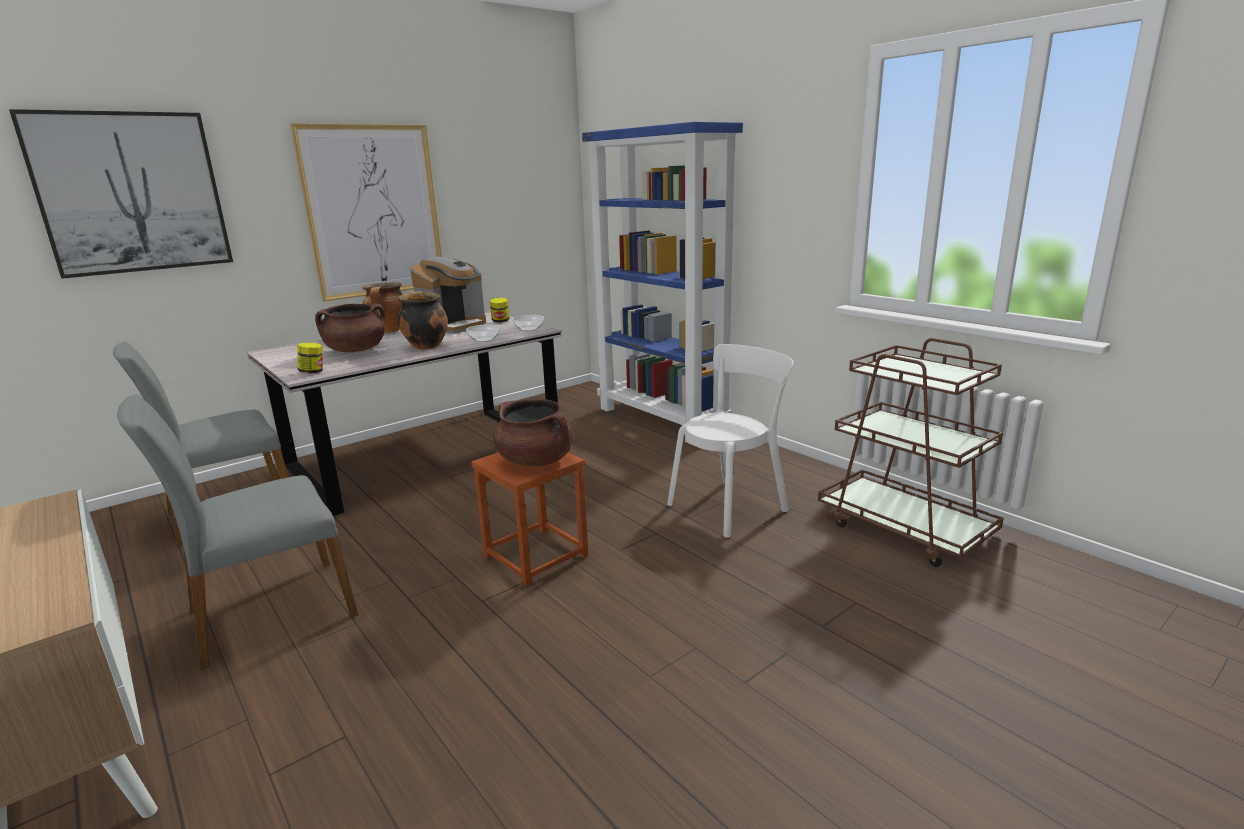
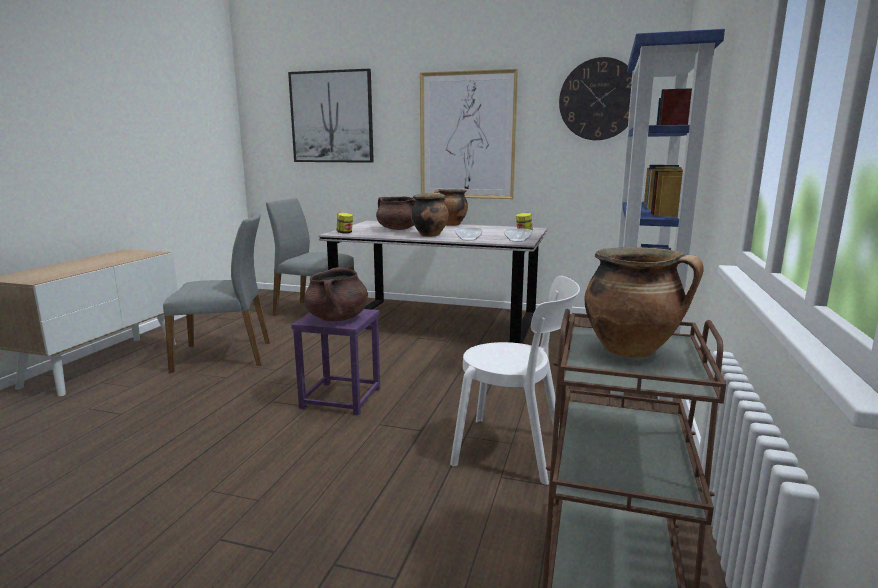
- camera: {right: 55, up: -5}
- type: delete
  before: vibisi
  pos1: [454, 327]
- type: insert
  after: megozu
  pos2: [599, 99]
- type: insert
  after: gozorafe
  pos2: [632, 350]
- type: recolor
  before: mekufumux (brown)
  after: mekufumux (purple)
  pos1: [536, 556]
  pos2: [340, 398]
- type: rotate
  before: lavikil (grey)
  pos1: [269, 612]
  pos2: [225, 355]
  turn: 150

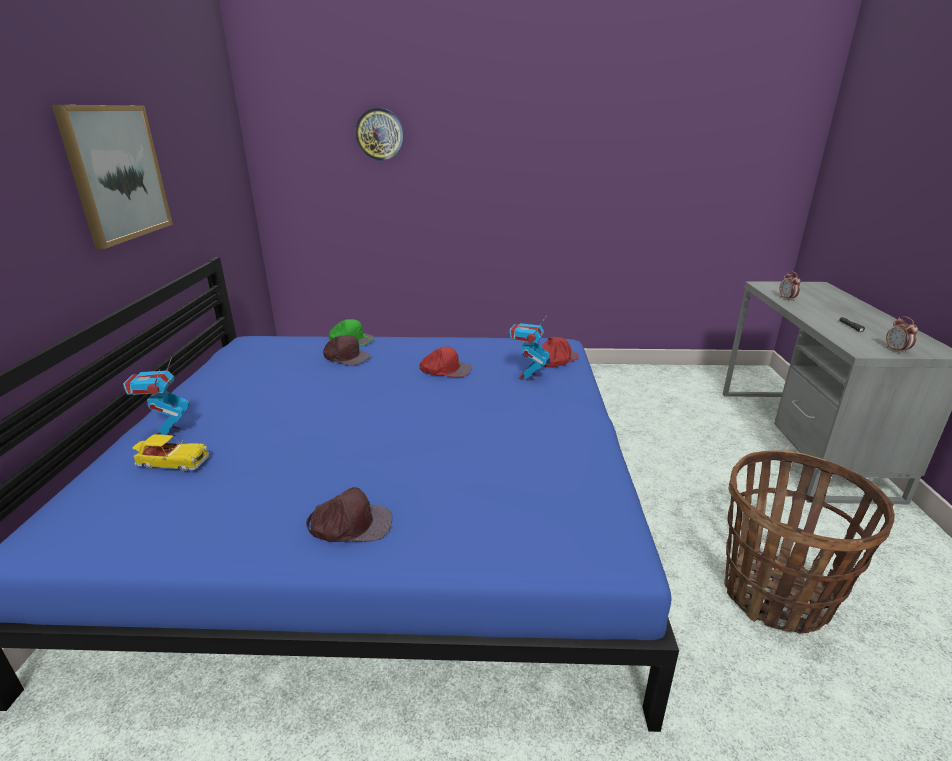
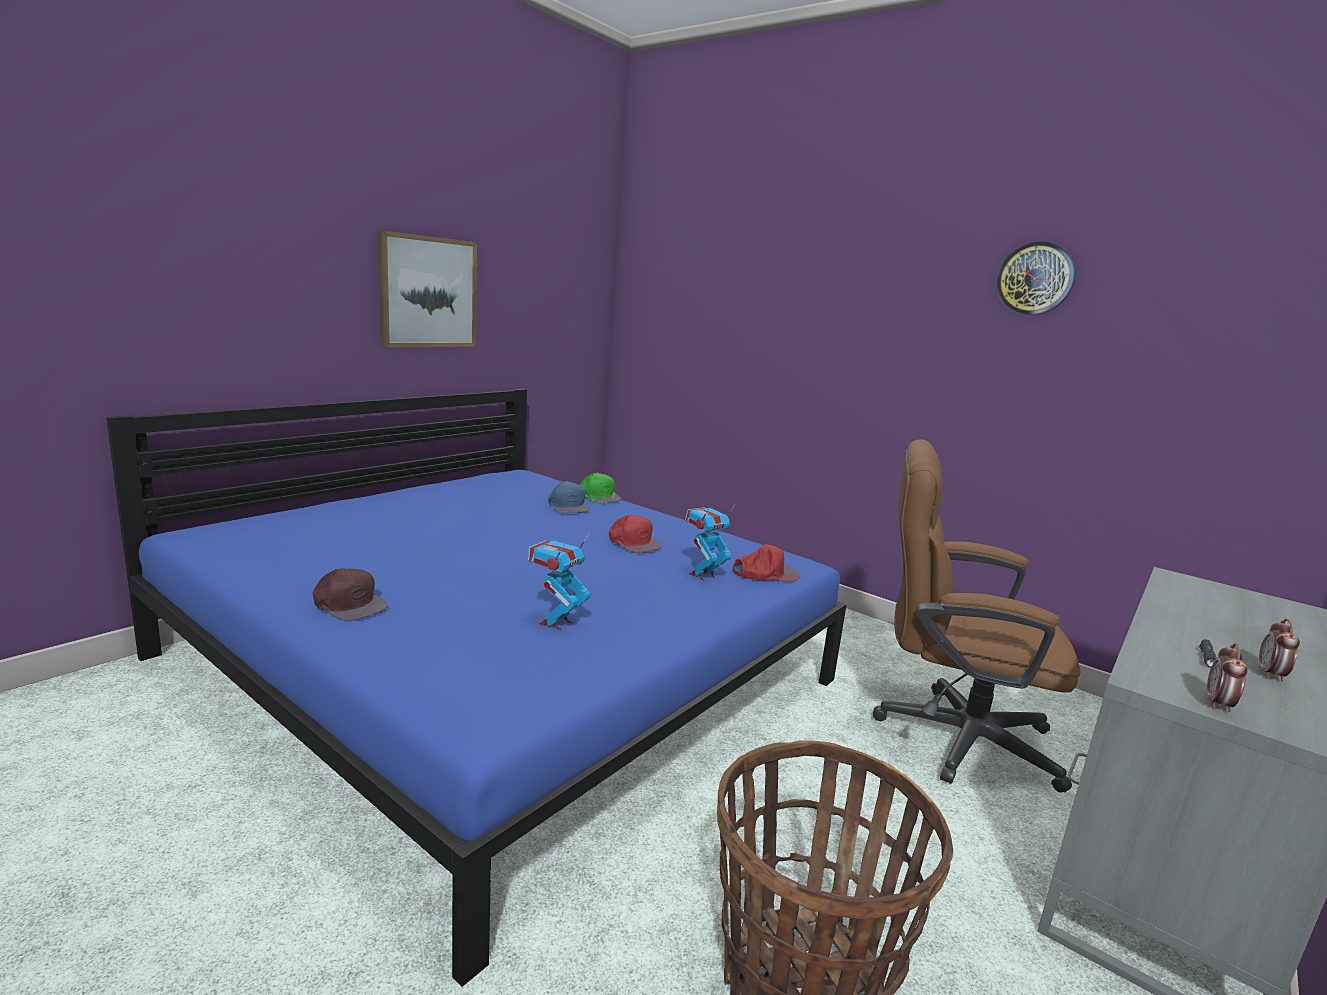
- camera: {right: 35, up: -10}
- type: delete
  before: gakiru
  pos1: [172, 462]
- type: insert
  after: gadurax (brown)
  pos2: [948, 734]
- type: move
  before: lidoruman
  pos1: [167, 432]
  pos2: [556, 623]
- type: move
  before: megozu
  pos1: [379, 134]
  pos2: [1035, 278]
- type: move
  before: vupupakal
  pos1: [787, 299]
  pos2: [1270, 675]
- type: recolor
  before: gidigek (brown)
  after: gidigek (blue)
  pos1: [346, 357]
  pos2: [568, 506]

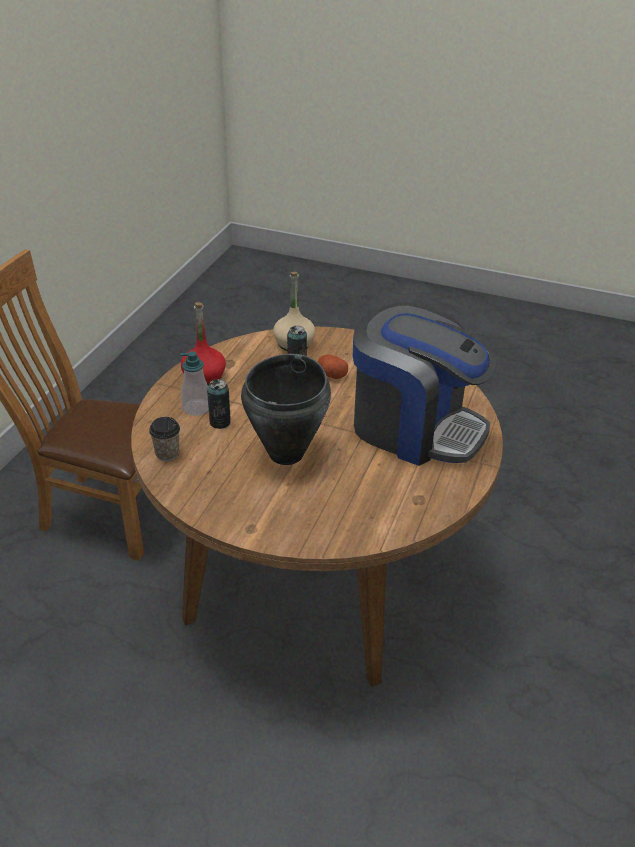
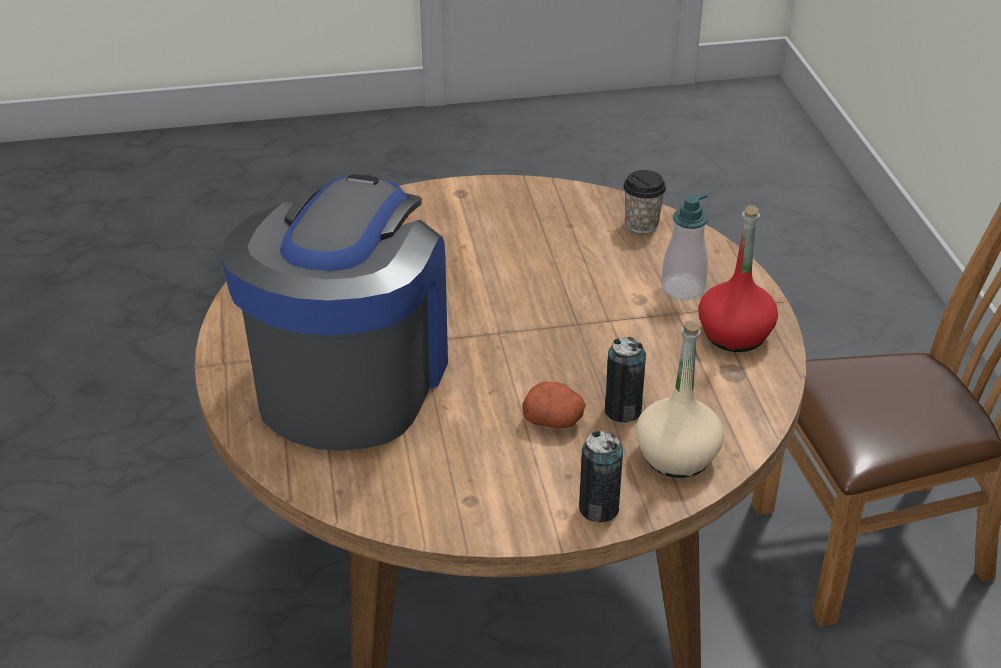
- camera: {right: 150, up: 0}
- type: delete
  before: gozorafe (black)
  pos1: [287, 453]
- type: move
  before: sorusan
  pos1: [220, 422]
  pos2: [598, 509]
- type: rotate
  before: vibisi
  pos1: [414, 428]
  pos2: [351, 378]
  turn: 105

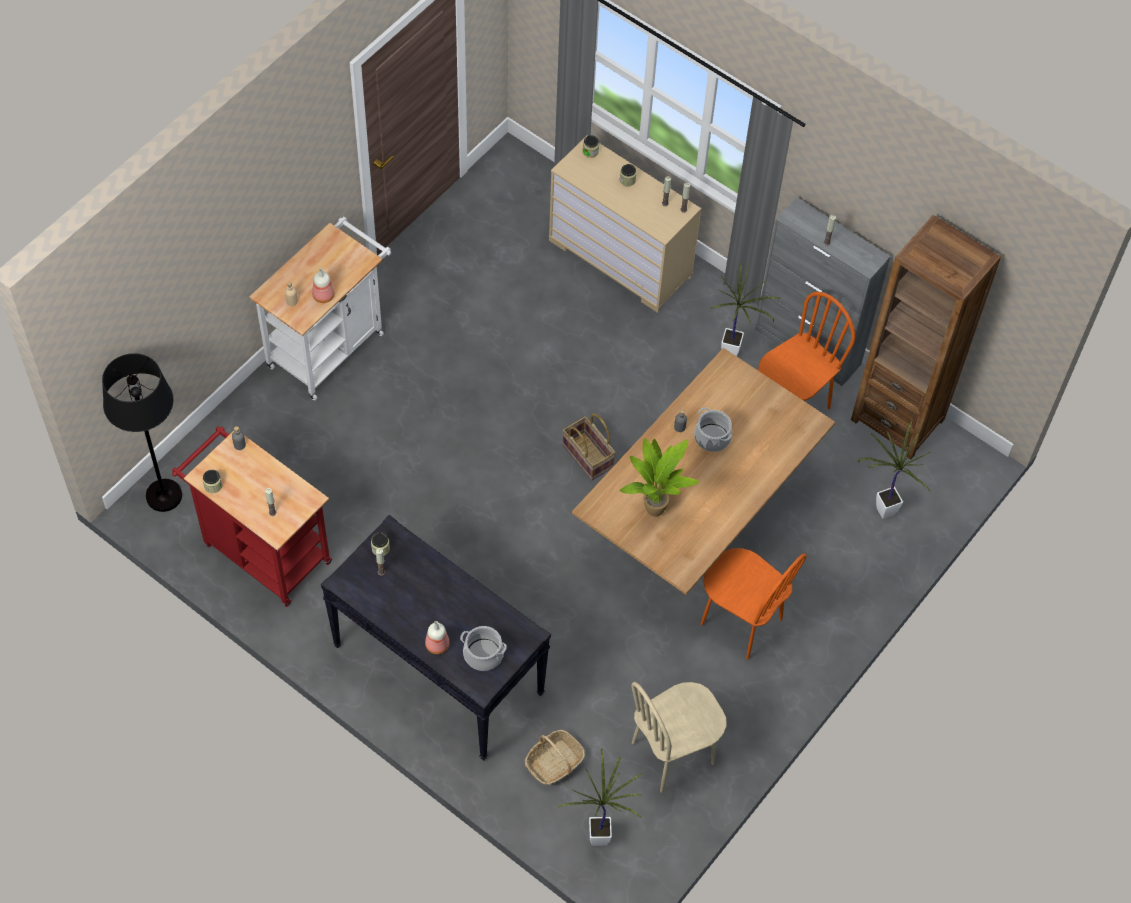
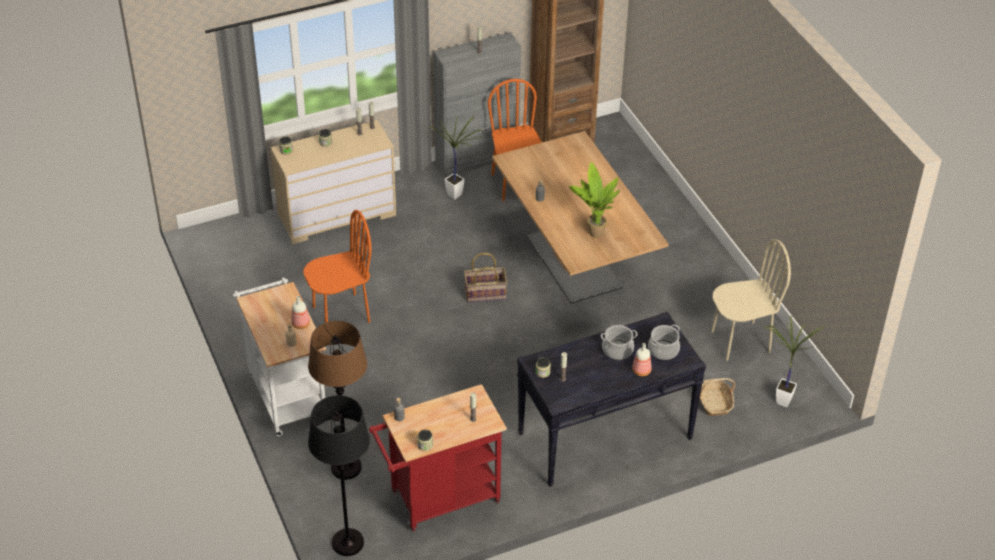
- camera: {right: -60, up: -15}
- type: delete
  before: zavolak
  pos1: [881, 510]
- type: insert
  after: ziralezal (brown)
  pos2: [346, 467]
- type: move
  before: gozorafe
  pos1: [712, 437]
  pos2: [617, 350]
- type: move
  before: lavikil (orange)
  pos1: [741, 622]
  pos2: [341, 314]
- type: rotate
  before: lavikil (beige)
  pos1: [673, 753]
  pos2: [740, 341]
  turn: -105

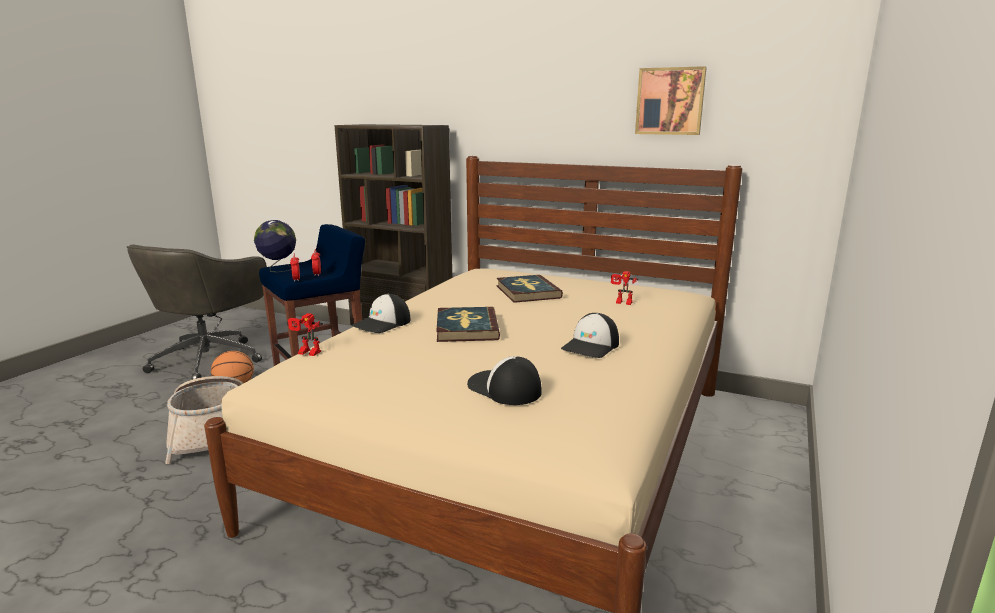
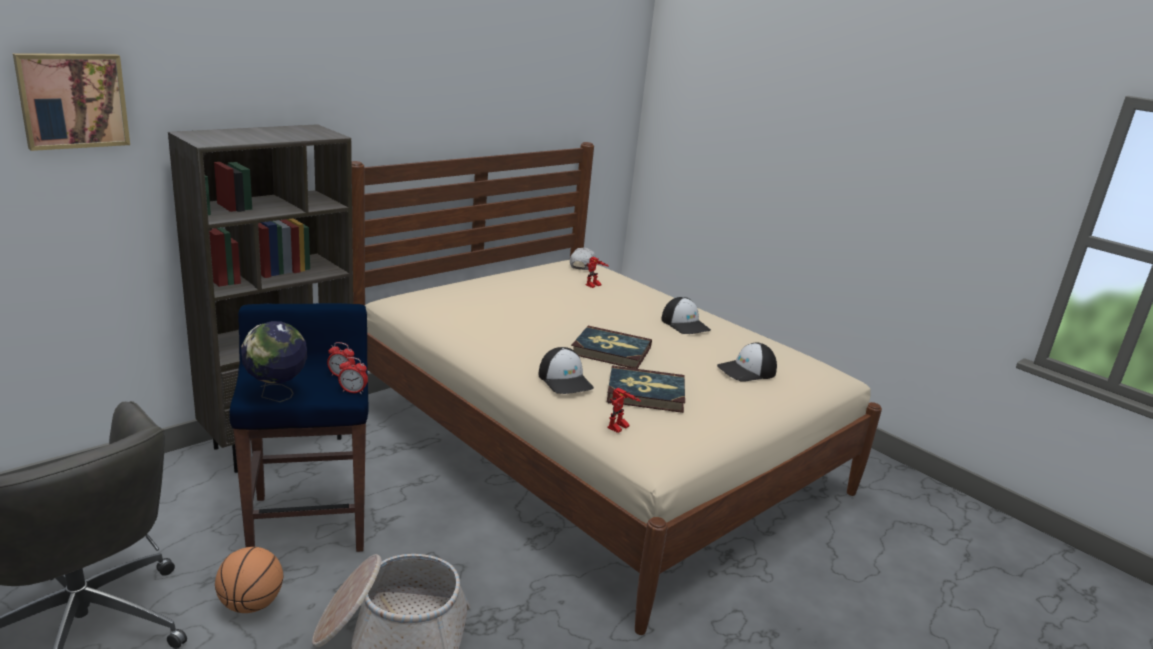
- camera: {right: -70, up: 5}
- type: insert
  after: gidigek (white)
  pos2: [583, 265]
- type: move
  before: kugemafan
  pos1: [527, 292]
  pos2: [645, 393]
- type: move
  before: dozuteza
  pos1: [670, 101]
  pos2: [72, 100]

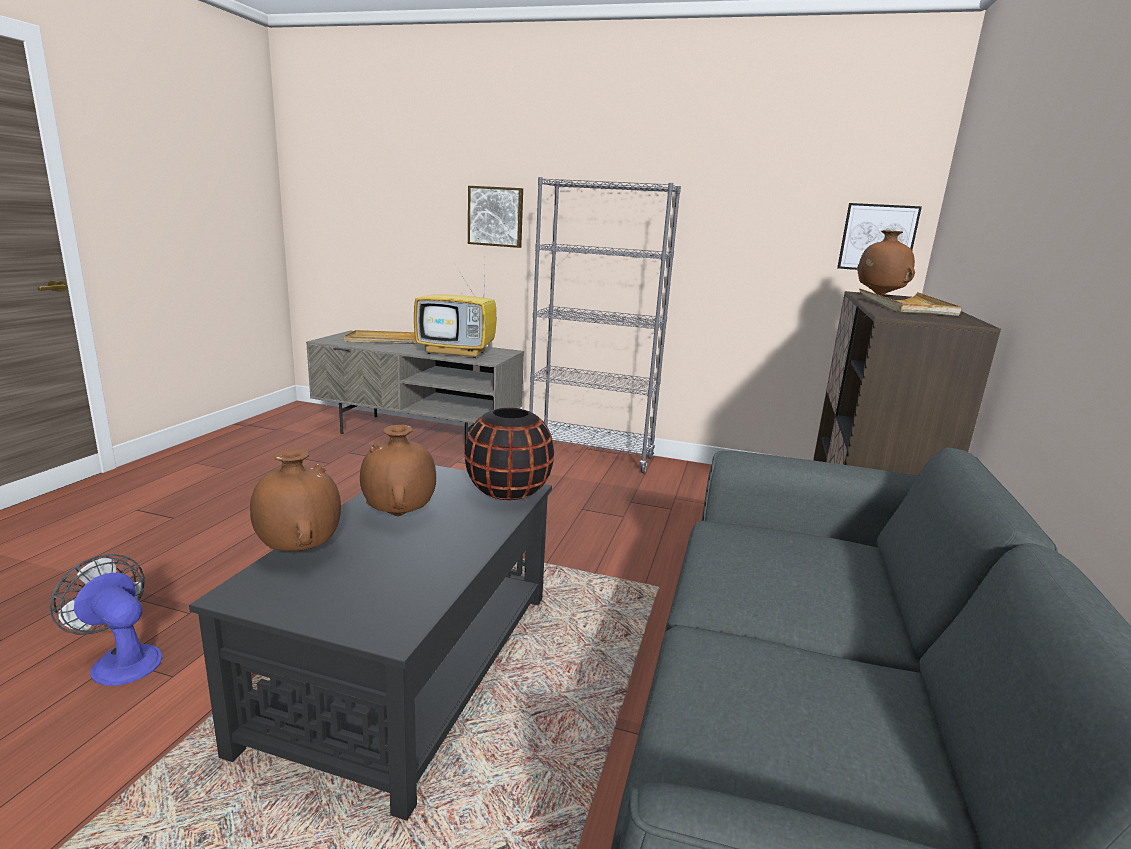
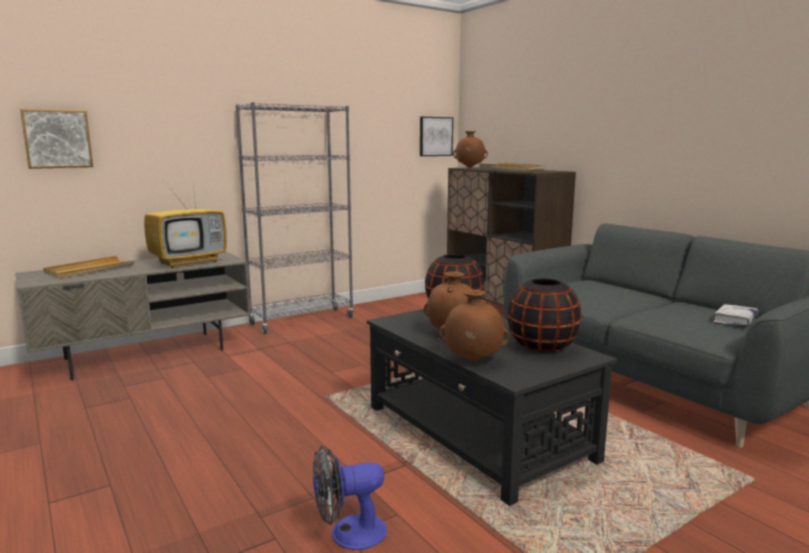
- camera: {right: -50, up: -5}
- type: insert
  after: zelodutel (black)
  pos2: [542, 347]
- type: insert
  after: kugemafan (white)
  pos2: [735, 320]
- type: move
  before: dozuteza
  pos1: [496, 216]
  pos2: [57, 139]

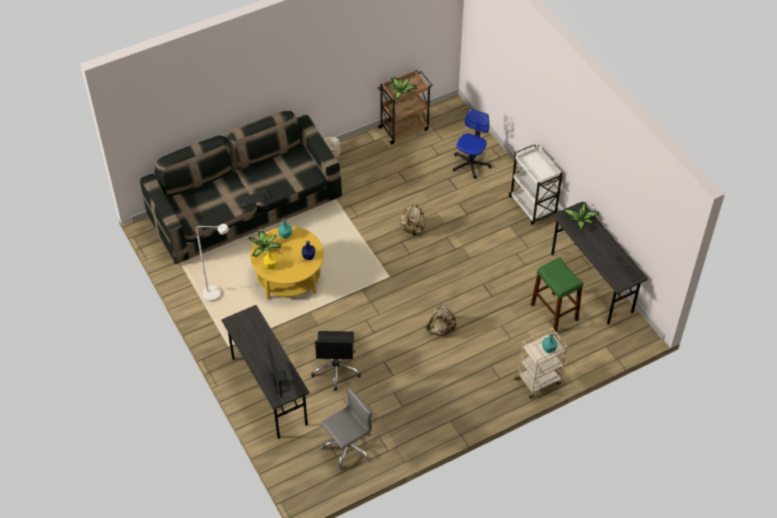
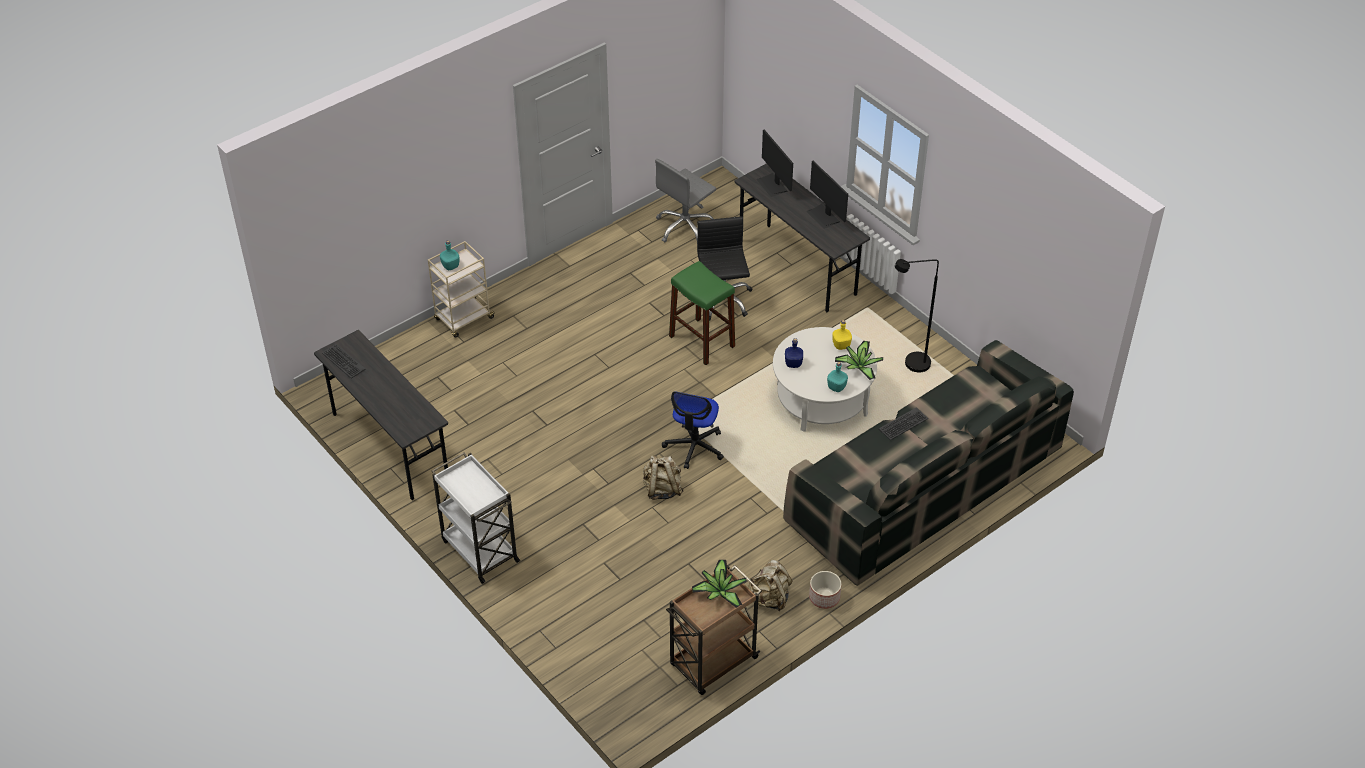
- camera: {right: 170, up: -5}
- type: delete
  before: zavolak
  pos1: [581, 221]
- type: insert
  after: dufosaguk
  pos2: [823, 216]
- type: move
  before: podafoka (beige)
  pos1: [441, 329]
  pos2: [769, 598]
- type: move
  before: gadurax
  pos1: [470, 164]
  pos2: [694, 446]
- type: move
  before: mekufumux (green)
  pos1: [554, 312]
  pos2: [702, 341]
- type: recolor
  before: ziralezal (white)
  after: ziralezal (black)
  pos1: [217, 294]
  pos2: [910, 365]
- type: recolor
  before: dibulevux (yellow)
  after: dibulevux (white)
  pos1: [289, 276]
  pos2: [822, 399]

